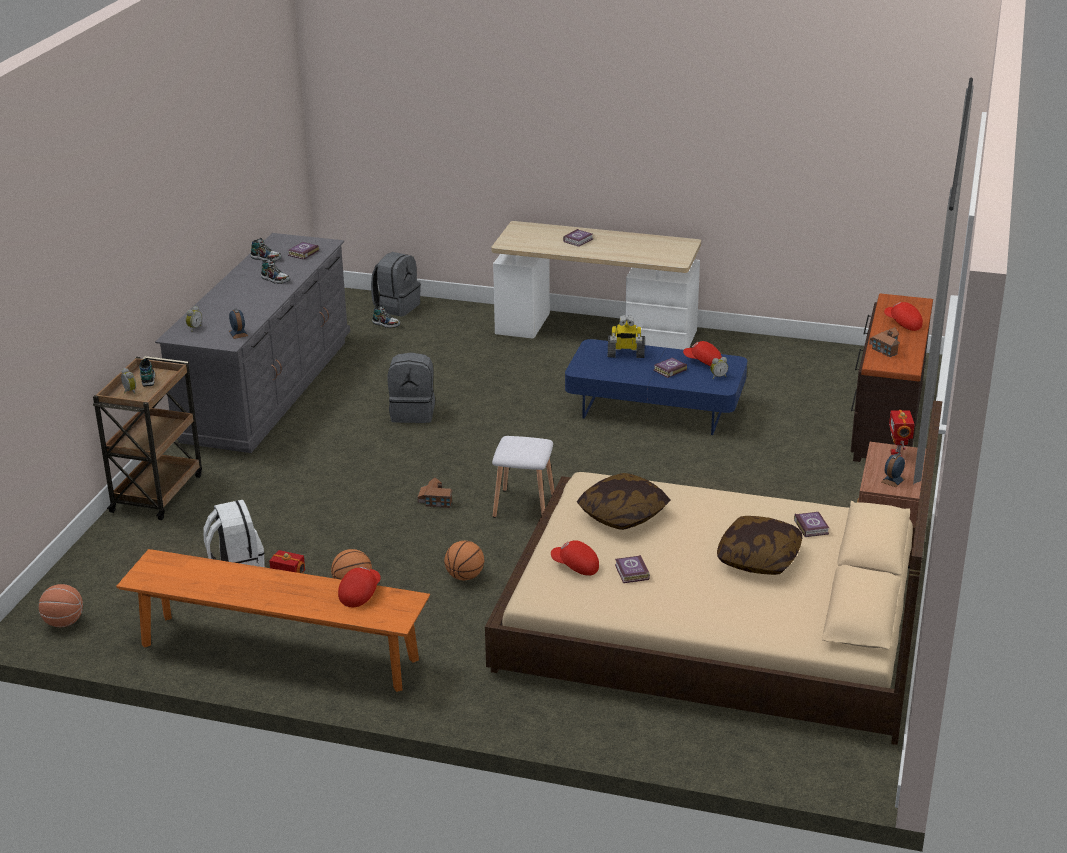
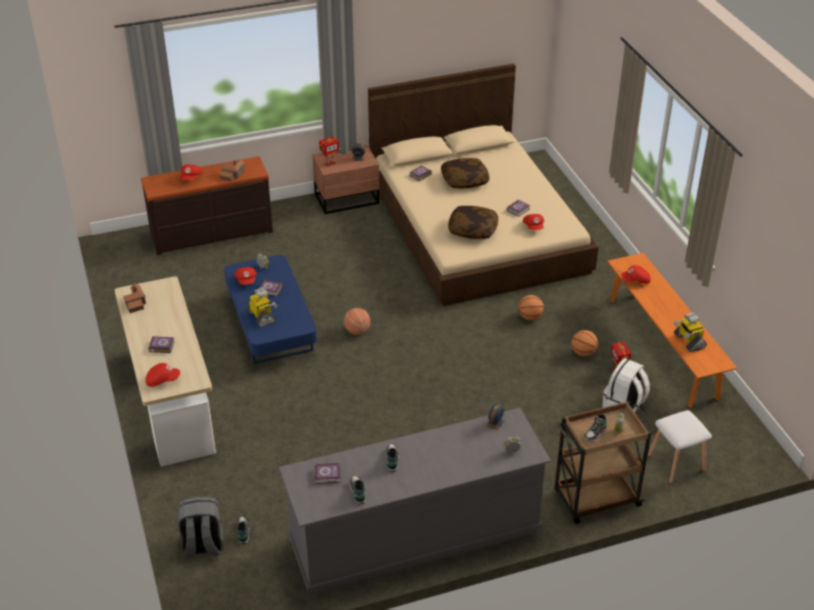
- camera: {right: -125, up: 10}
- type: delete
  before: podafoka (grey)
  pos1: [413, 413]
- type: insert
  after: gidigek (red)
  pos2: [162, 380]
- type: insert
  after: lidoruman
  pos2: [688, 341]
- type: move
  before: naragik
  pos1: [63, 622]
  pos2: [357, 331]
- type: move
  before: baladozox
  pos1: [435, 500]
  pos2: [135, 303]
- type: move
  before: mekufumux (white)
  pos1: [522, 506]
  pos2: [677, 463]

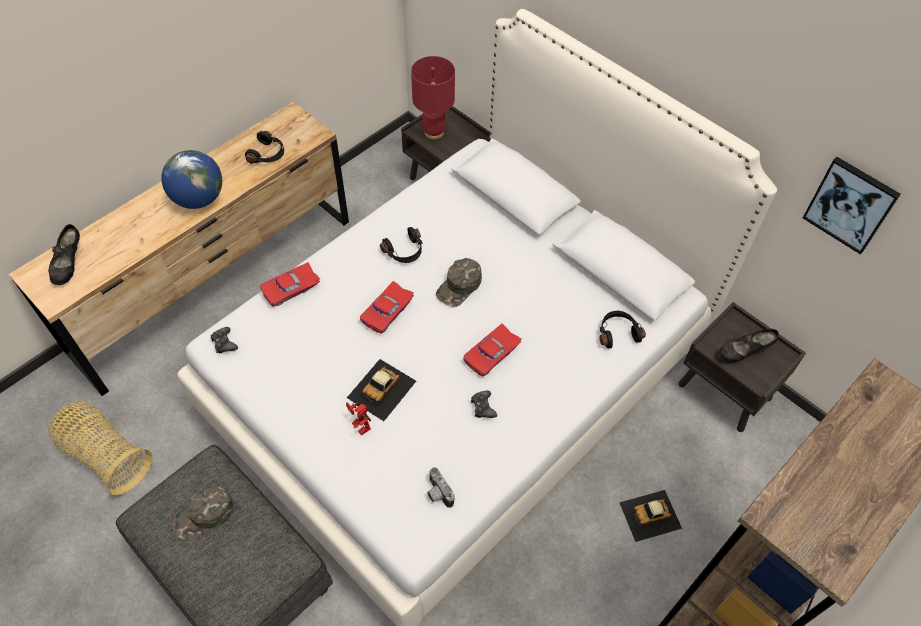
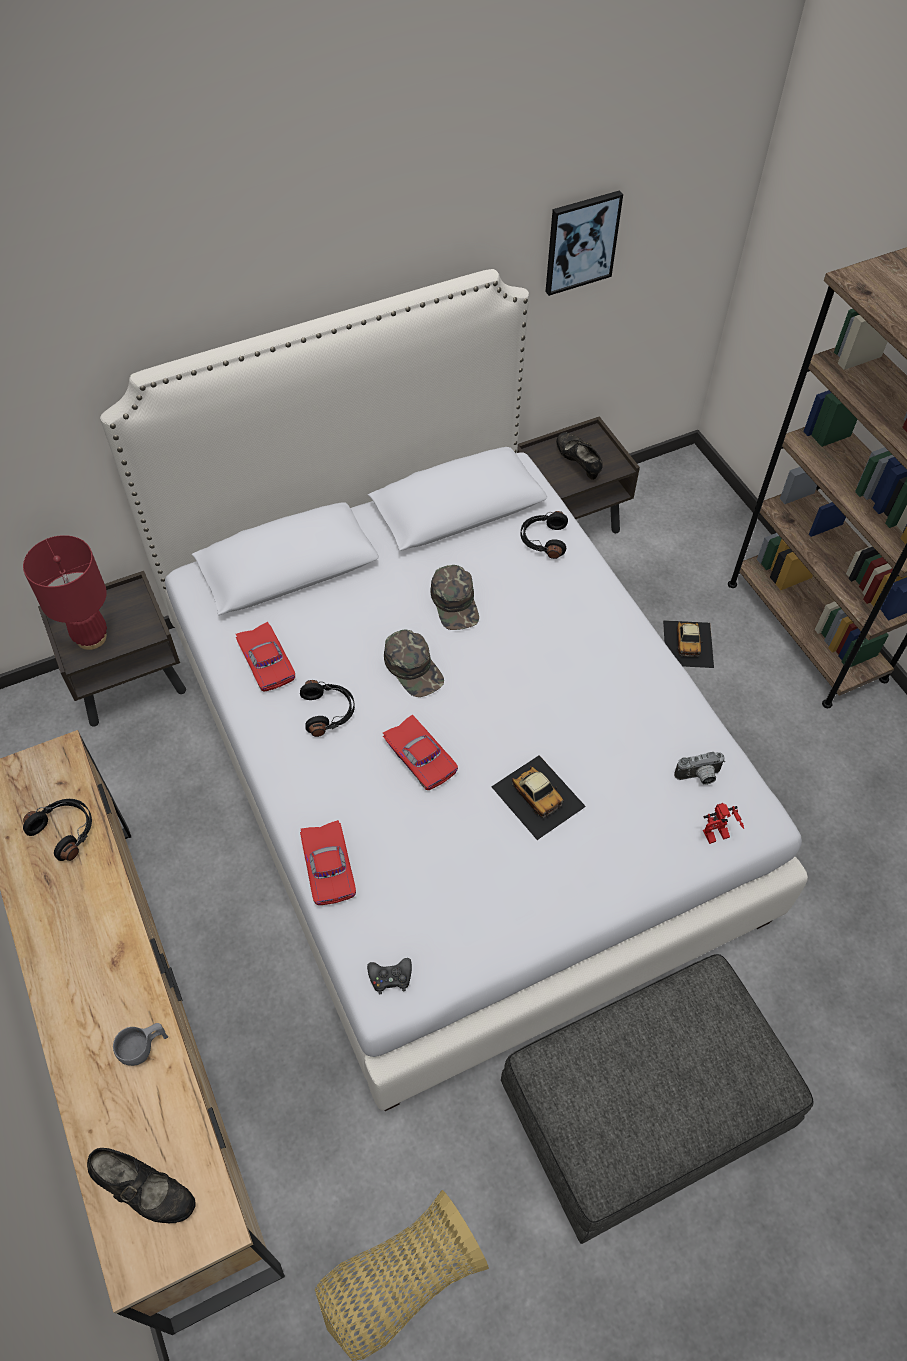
- camera: {right: -70, up: 0}
- type: delete
  before: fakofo
  pos1: [199, 199]
- type: delete
  before: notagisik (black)
  pos1: [483, 407]
- type: insert
  after: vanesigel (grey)
  pos2: [144, 1048]
- type: move
  before: gidigek (green)
  pos1: [204, 515]
  pos2: [455, 603]
- type: move
  before: lidoruman
  pos1: [358, 426]
  pos2: [715, 837]
- type: move
  before: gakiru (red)
  pos1: [493, 354]
  pos2: [269, 661]
- type: rotate
  before: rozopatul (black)
  pos1: [743, 352]
  pos2: [578, 463]
  turn: 150

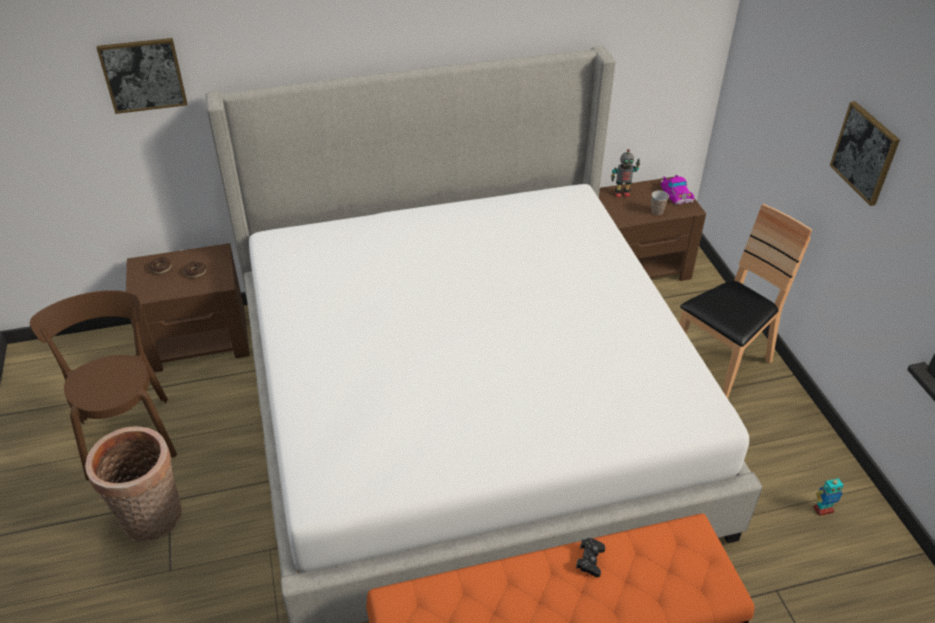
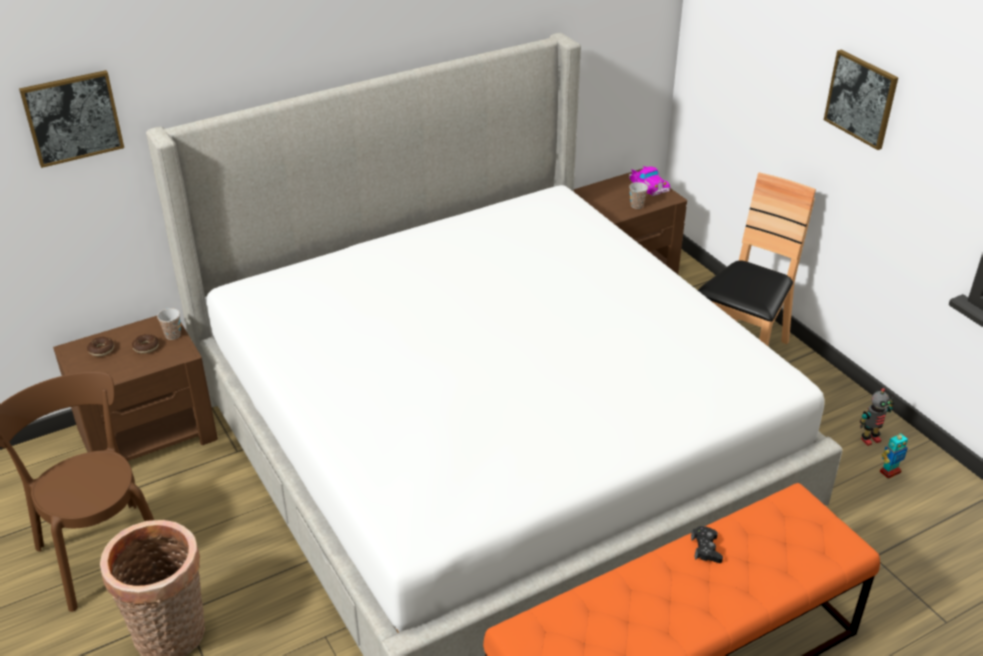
- camera: {right: -15, up: -5}
- type: insert
  after: vanesigel
  pos2: [173, 335]
- type: move
  before: lidoruman
  pos1: [622, 194]
  pos2: [869, 439]

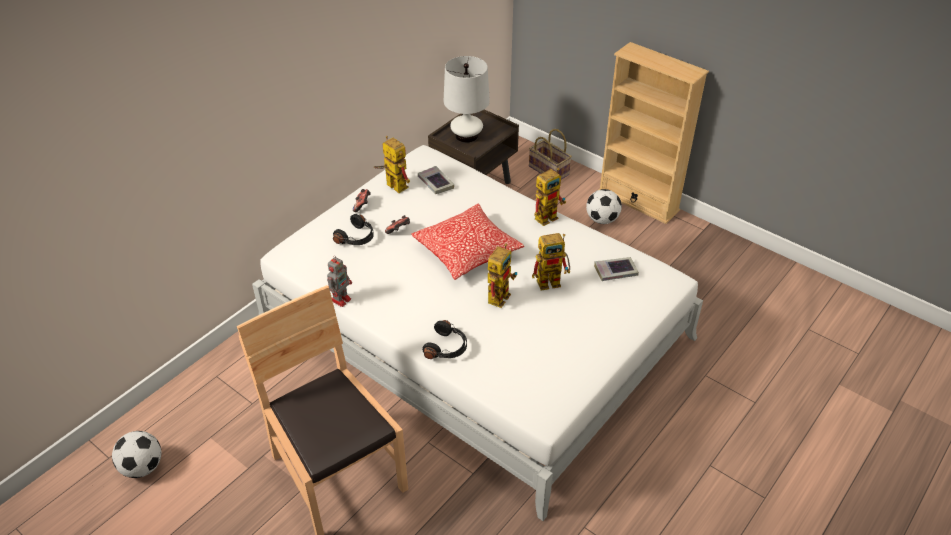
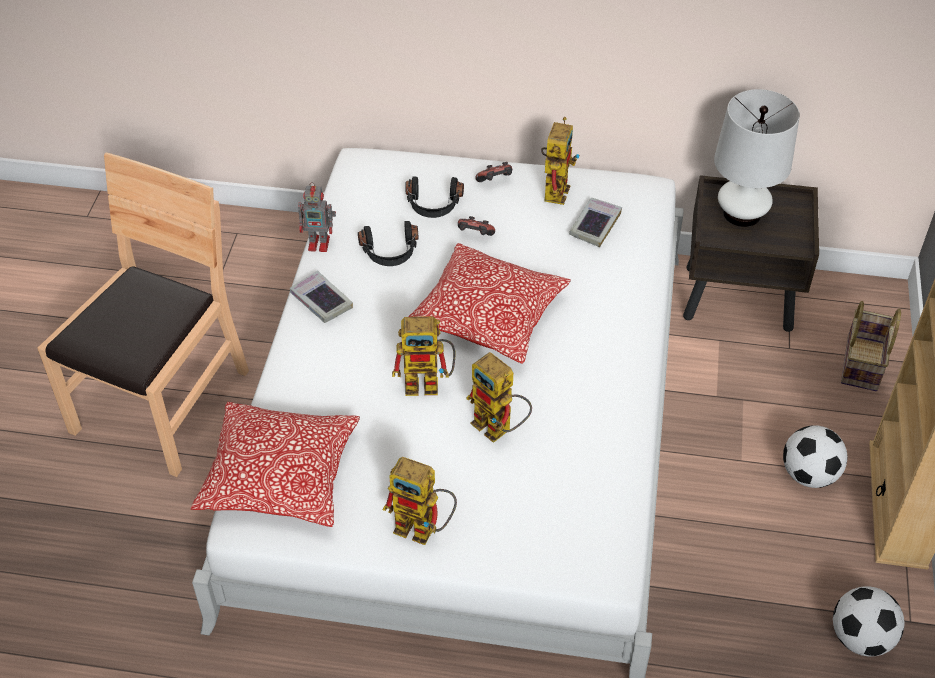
- camera: {right: 60, up: 5}
- type: insert
  after: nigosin
  pos2: [280, 476]
- type: move
  before: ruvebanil
  pos1: [143, 467]
  pos2: [861, 638]
- type: move
  before: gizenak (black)
  pos1: [447, 348]
  pos2: [390, 253]
- type: move
  before: lidoruman
  pos1: [548, 215]
  pos2: [424, 529]
- type: move
  before: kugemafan
  pos1: [615, 271]
  pos2: [321, 301]

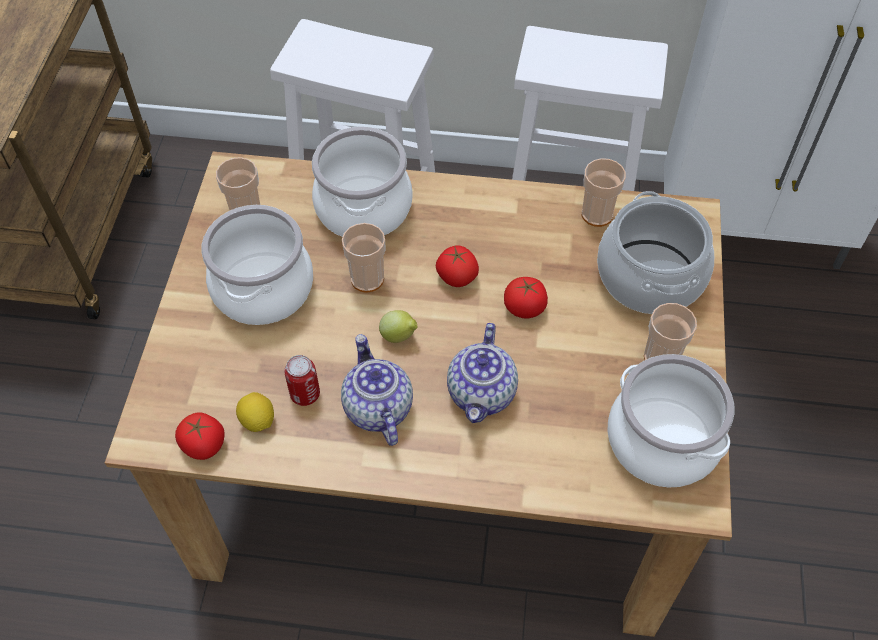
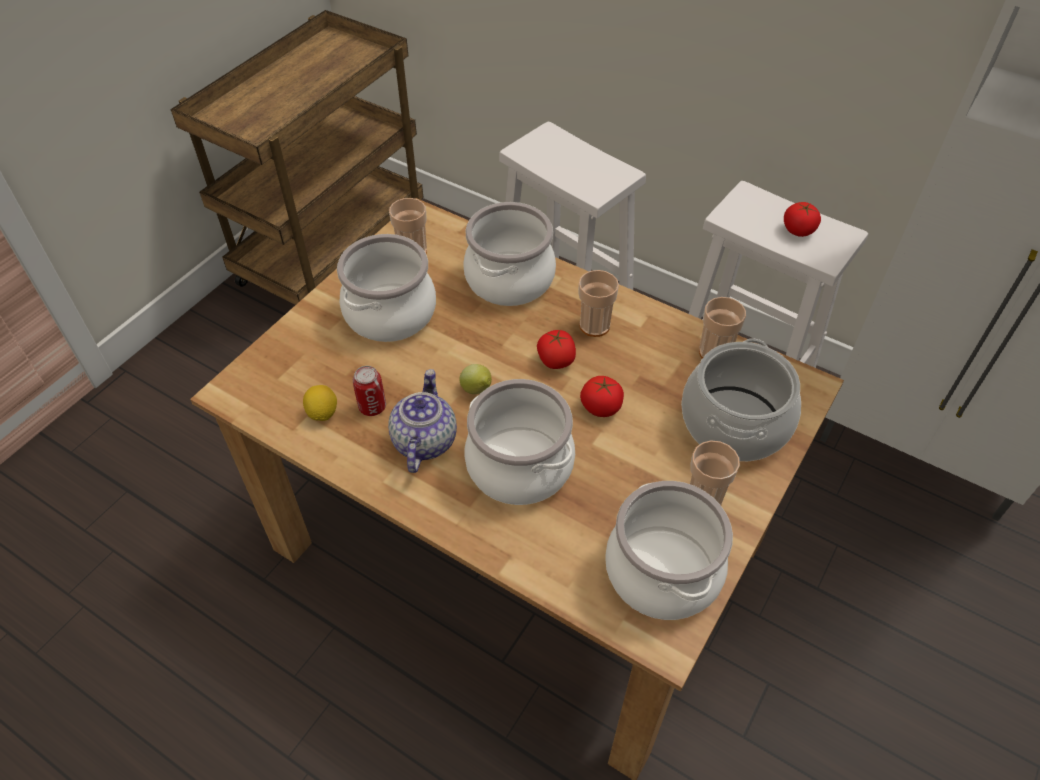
- camera: {right: 25, up: -5}
- type: move
  before: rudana
  pos1: [203, 445]
  pos2: [798, 230]
- type: move
  before: vanesigel
  pos1: [367, 279]
  pos2: [594, 325]
- type: replace
  before: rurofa
  after: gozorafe
  pos1: [482, 394]
  pos2: [520, 464]

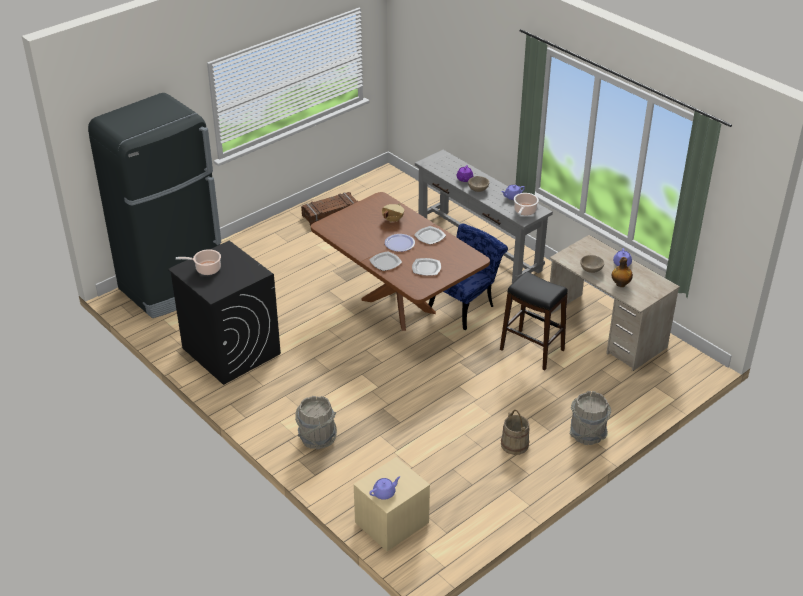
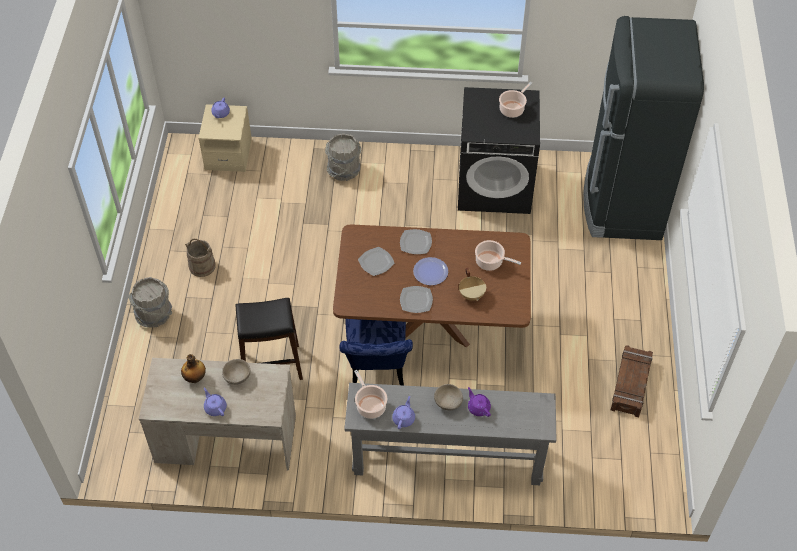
- camera: {right: 135, up: 15}
- type: insert
  after: gozorafe
  pos2: [491, 262]

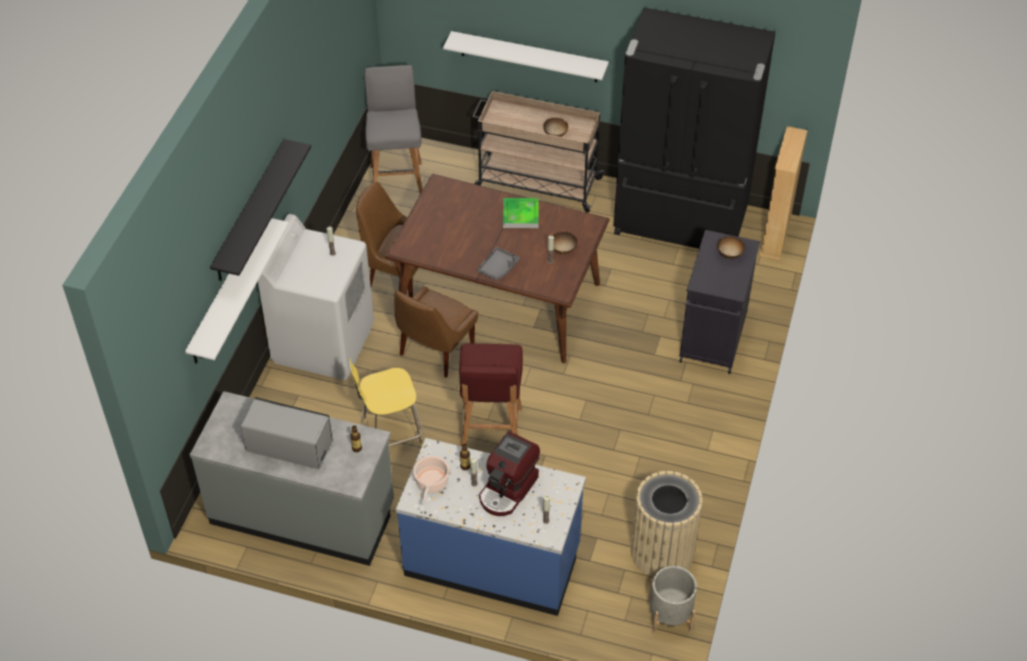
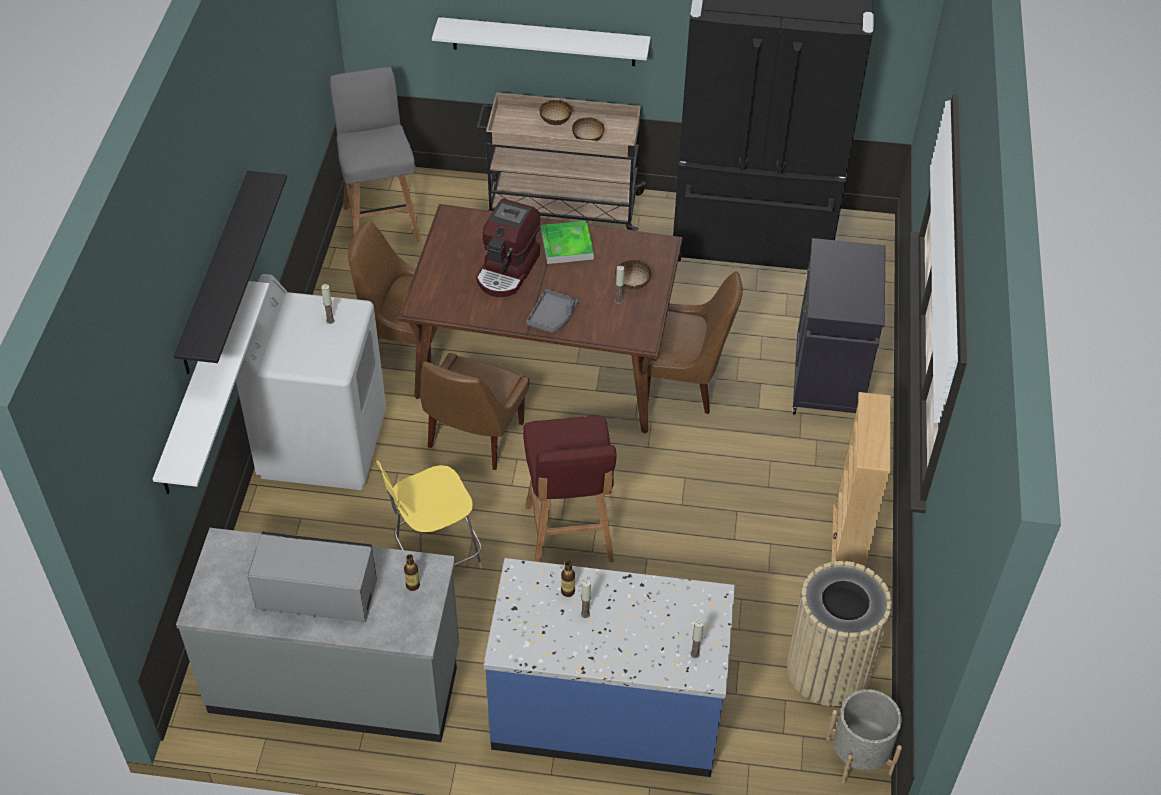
- camera: {right: -10, up: 0}
- type: delete
  before: gozorafe
  pos1: [431, 483]
- type: insert
  after: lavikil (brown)
  pos2: [684, 383]
- type: move
  before: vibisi
  pos1: [508, 490]
  pos2: [508, 270]
- type: move
  before: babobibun
  pos1: [730, 254]
  pos2: [555, 121]
- type: move
  before: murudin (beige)
  pos1: [775, 237]
  pos2: [847, 543]

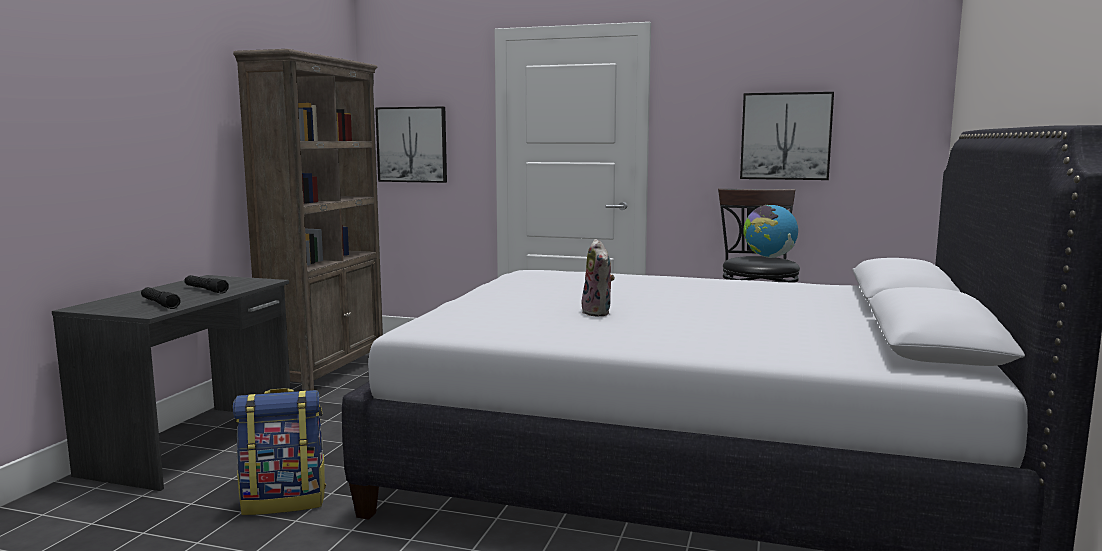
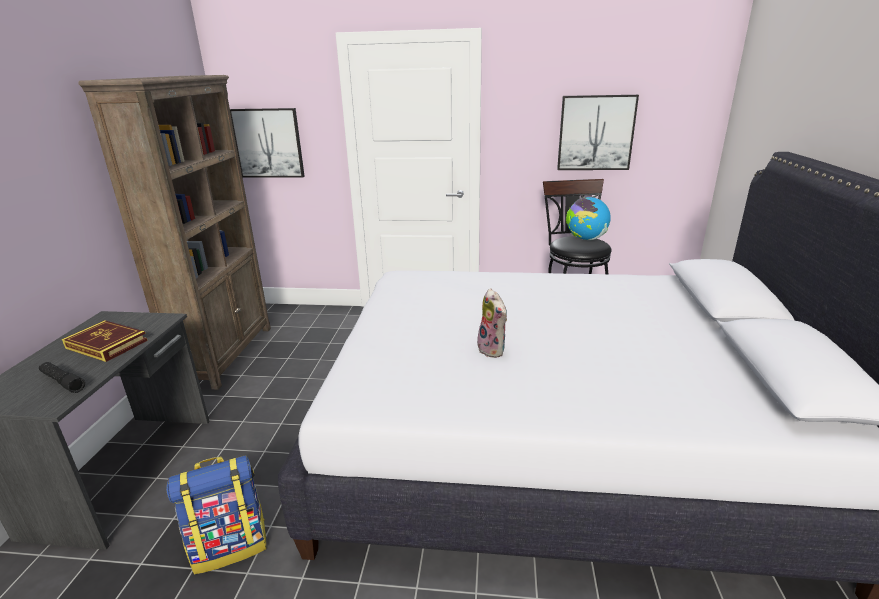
- camera: {right: -10, up: 15}
- type: replace
  before: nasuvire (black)
  after: kugemafan
  pos1: [206, 290]
  pos2: [107, 344]

